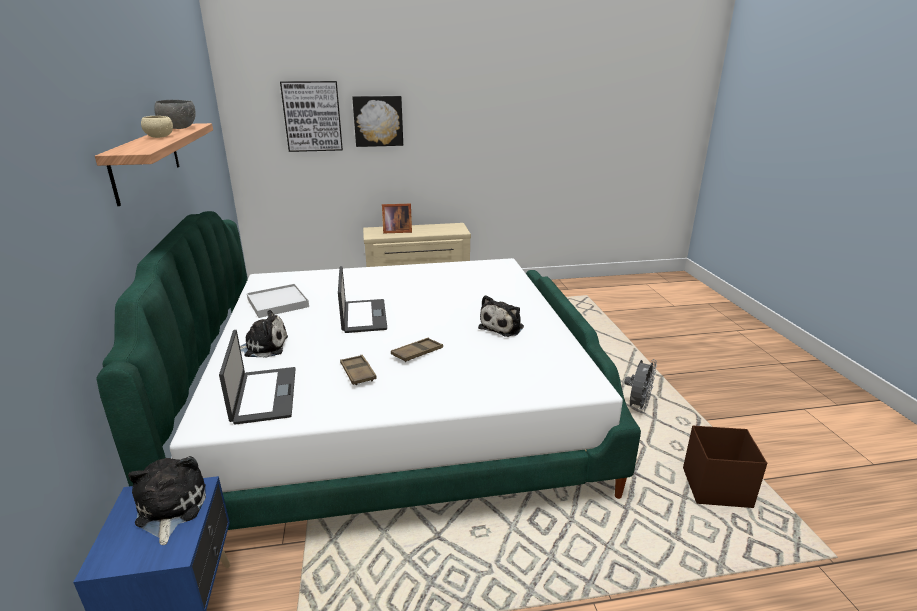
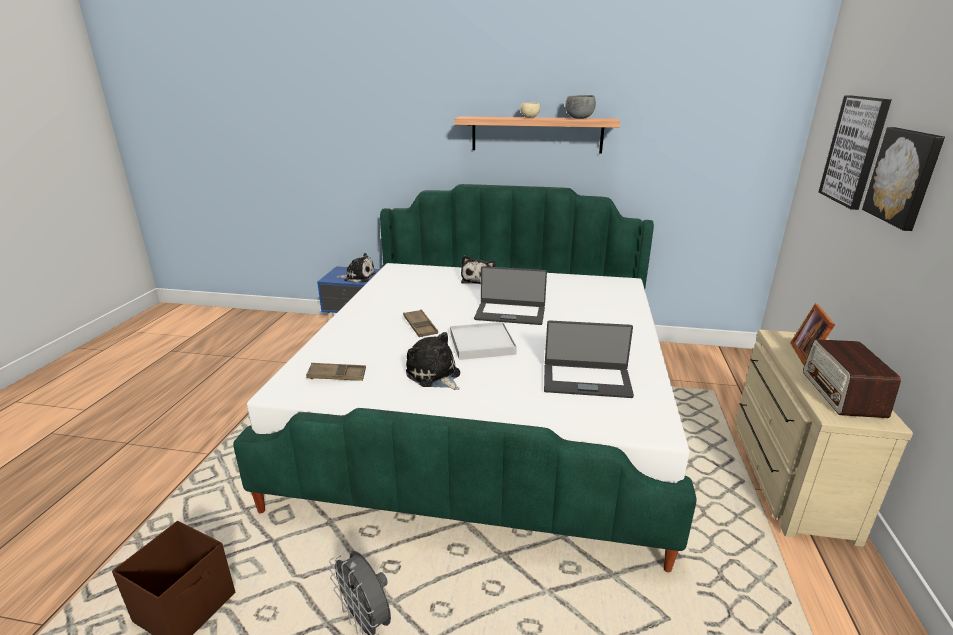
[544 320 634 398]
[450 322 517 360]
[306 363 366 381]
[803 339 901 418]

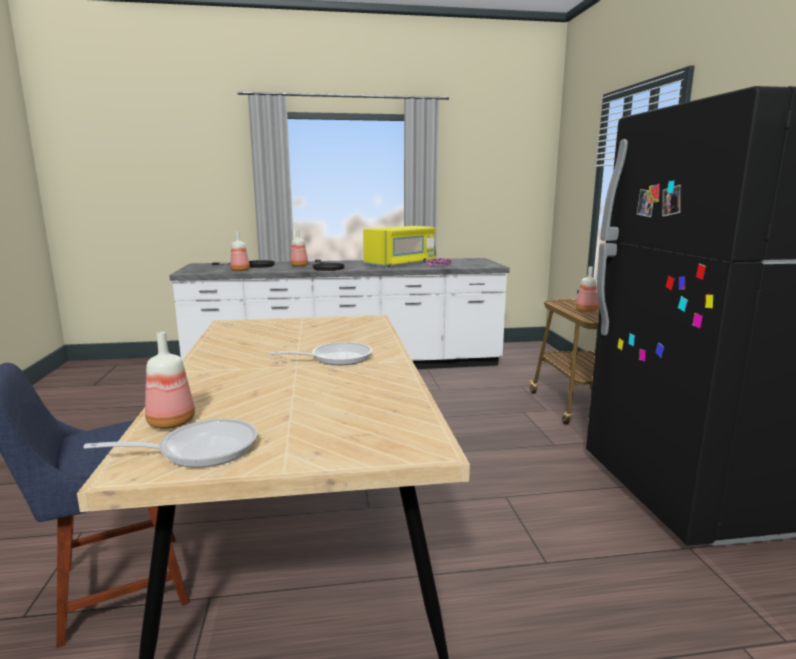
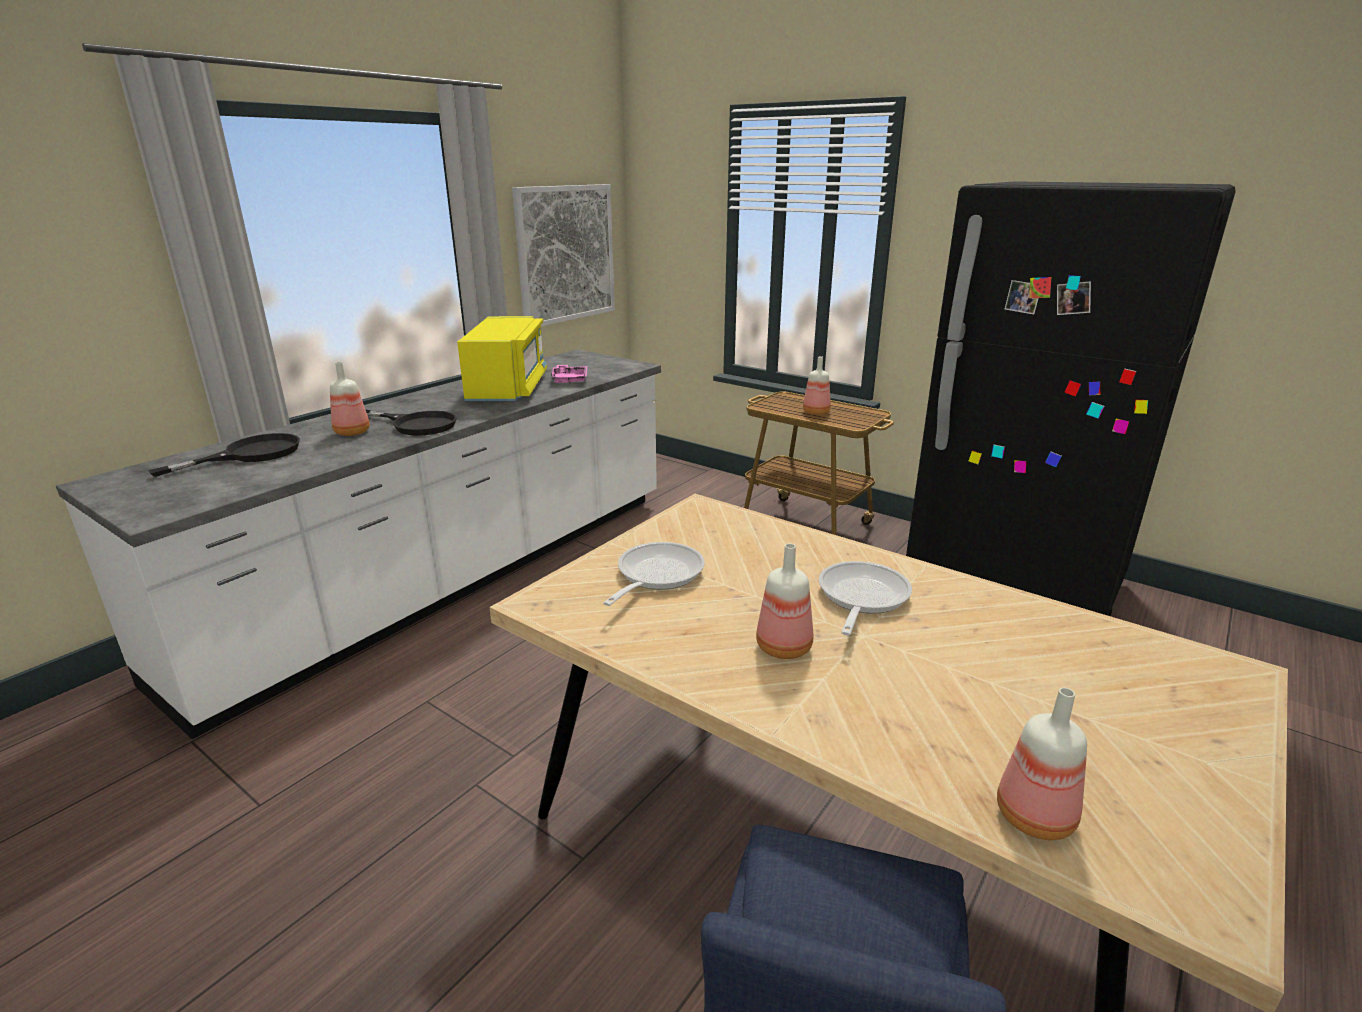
[603 542 705 606]
[756 543 813 659]
[512 184 615 326]

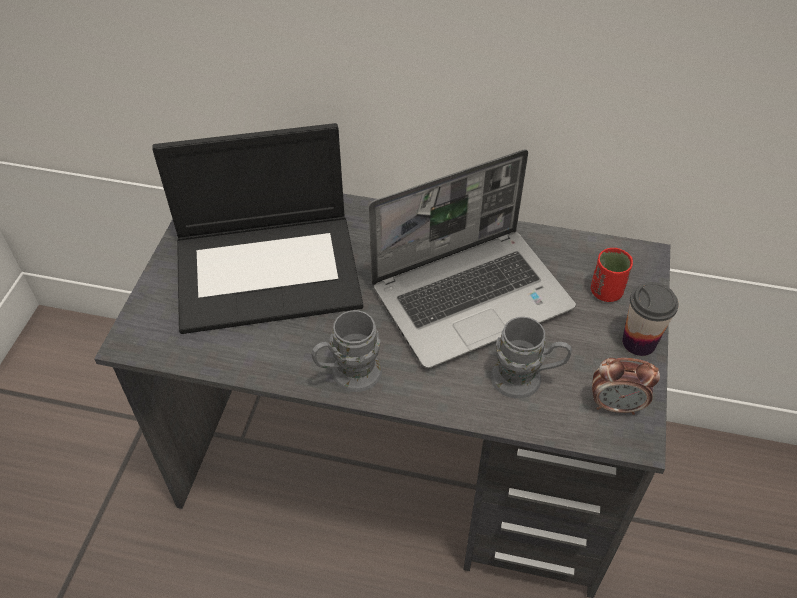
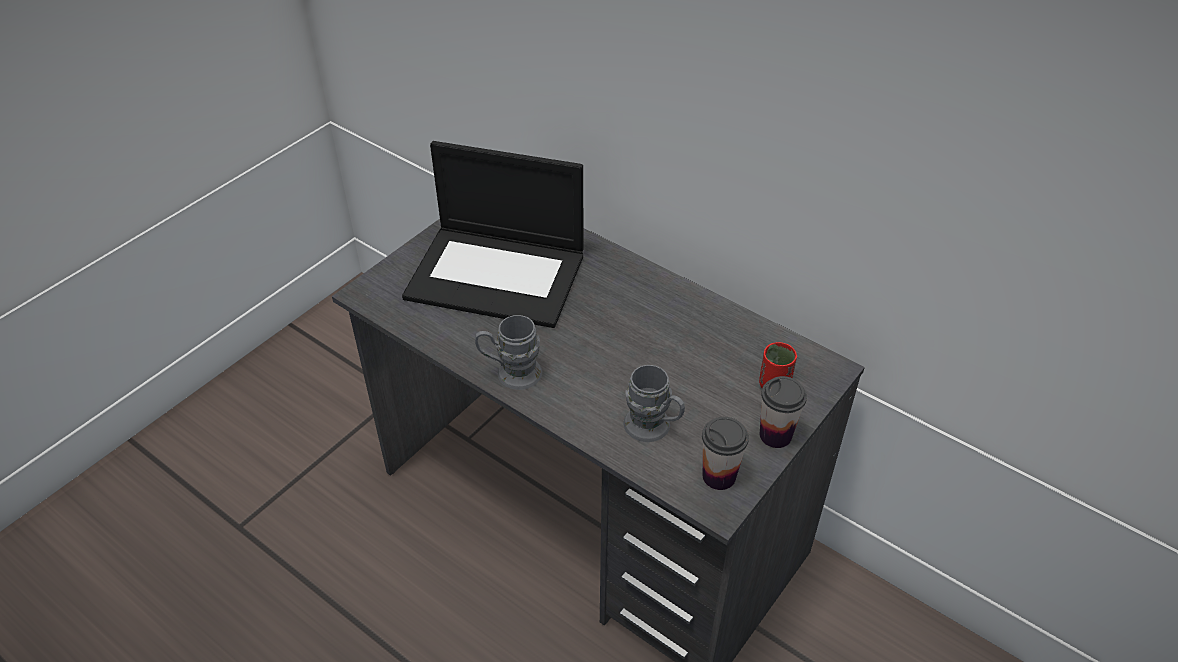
[369 149 576 368] (first image)
[702 417 749 490]

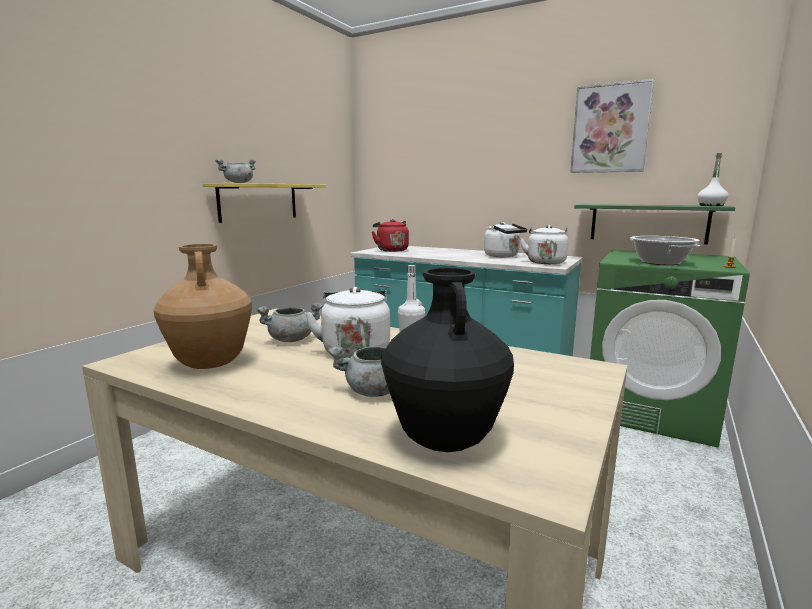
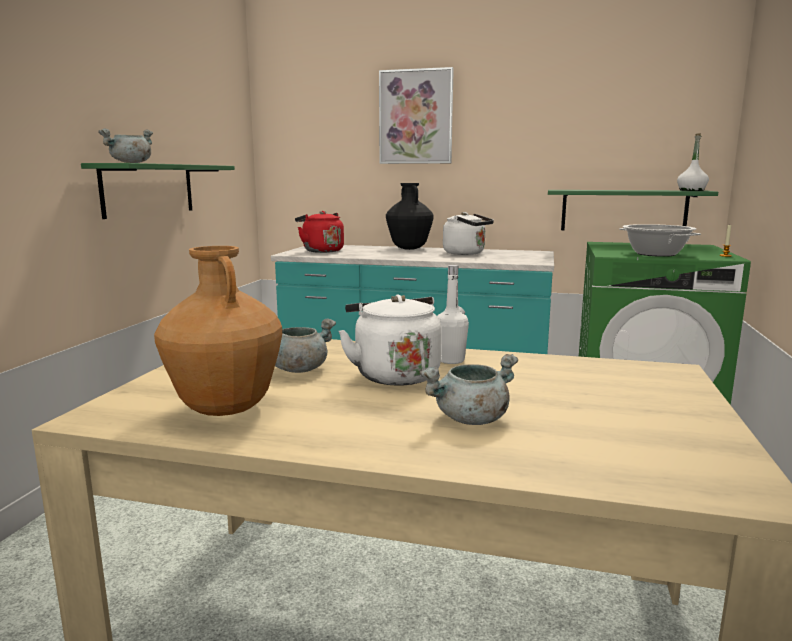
[81 163 235 219]
[386 183 434 250]
[520 225 568 264] (first image)
[379 67 454 164]

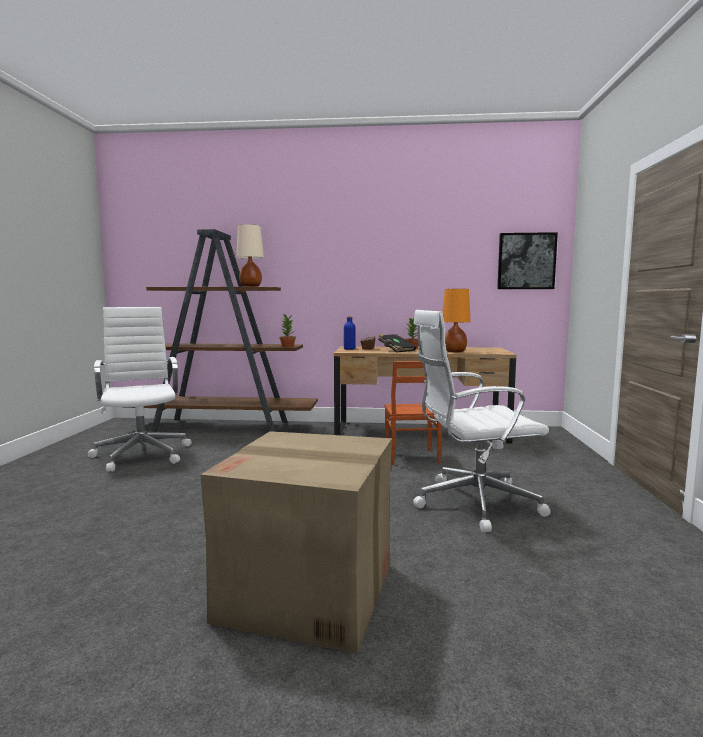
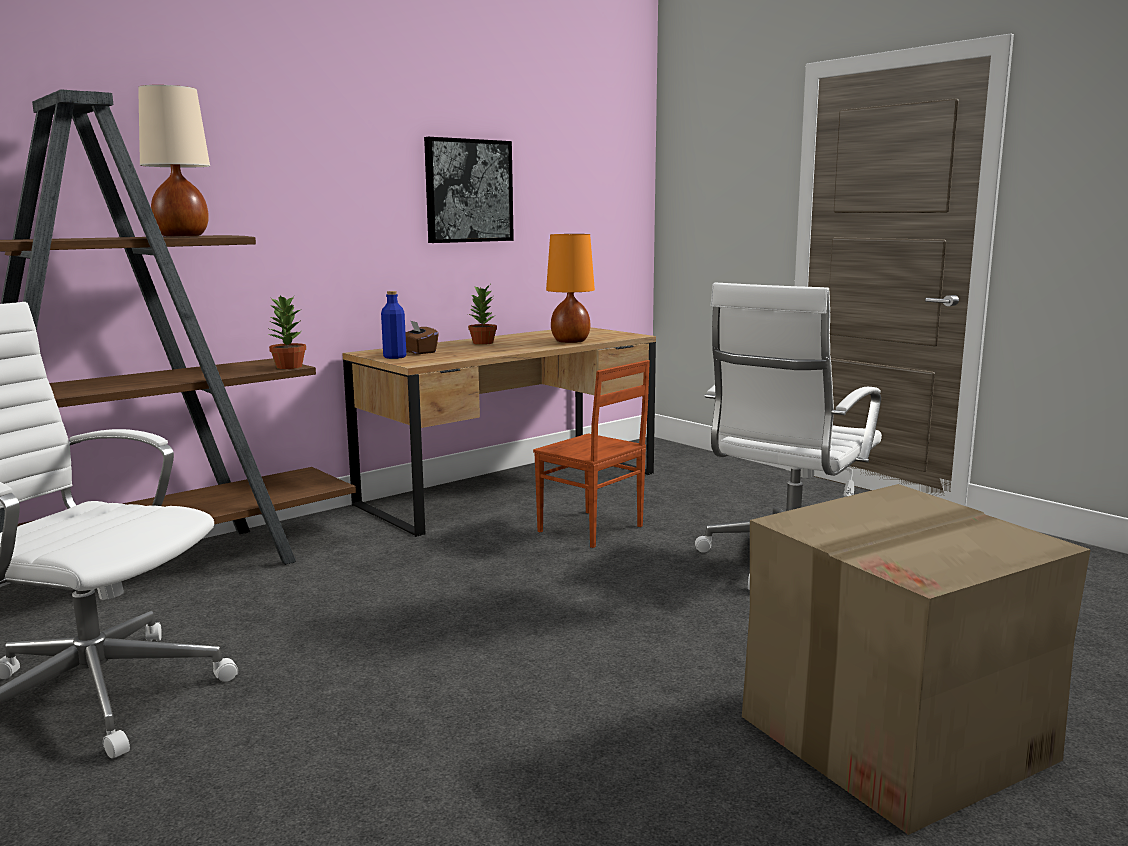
[378 334 416 353] (first image)
[424 137 514 243]

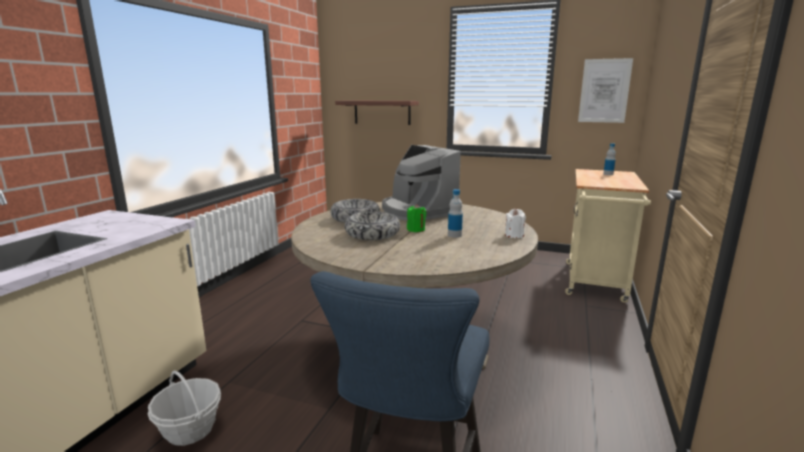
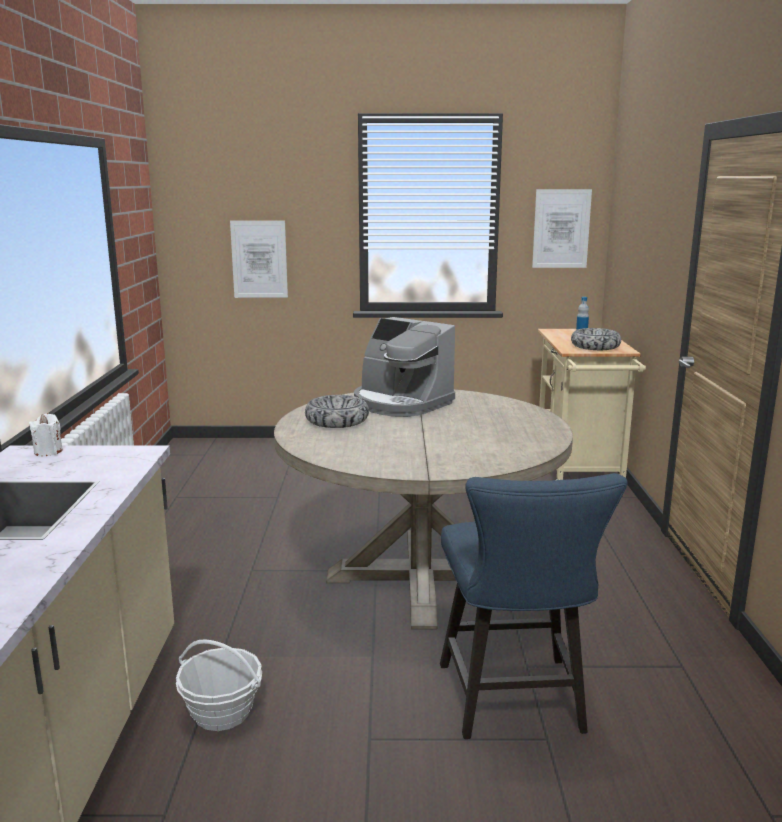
[230 221 288 298]
[571 328 621 350]
[407 204 426 232] (first image)
[448 189 463 238] (first image)
[29 414 63 456]

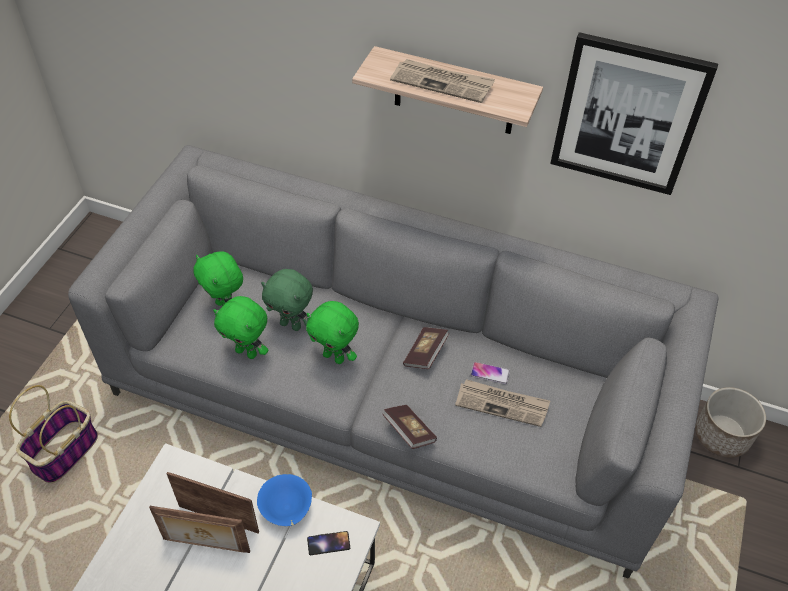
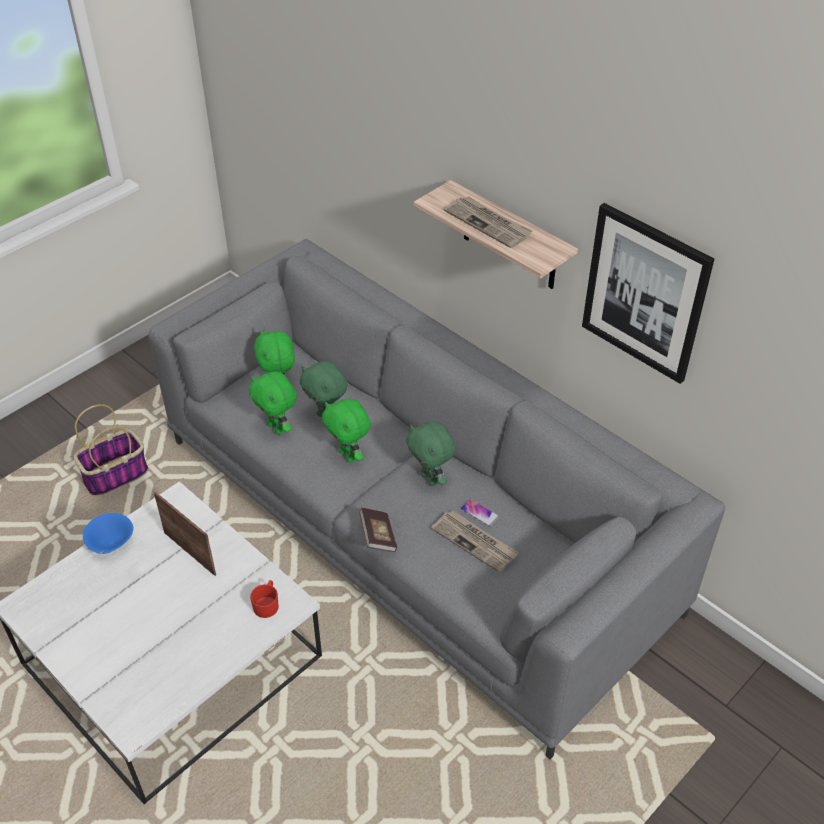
[149 506 250 553] (first image)
[83 513 133 554]
[250 580 279 618]
[406 421 456 486]
[695 387 766 458] (first image)

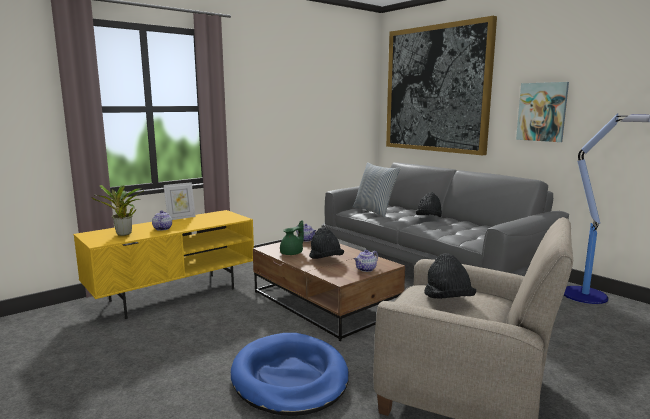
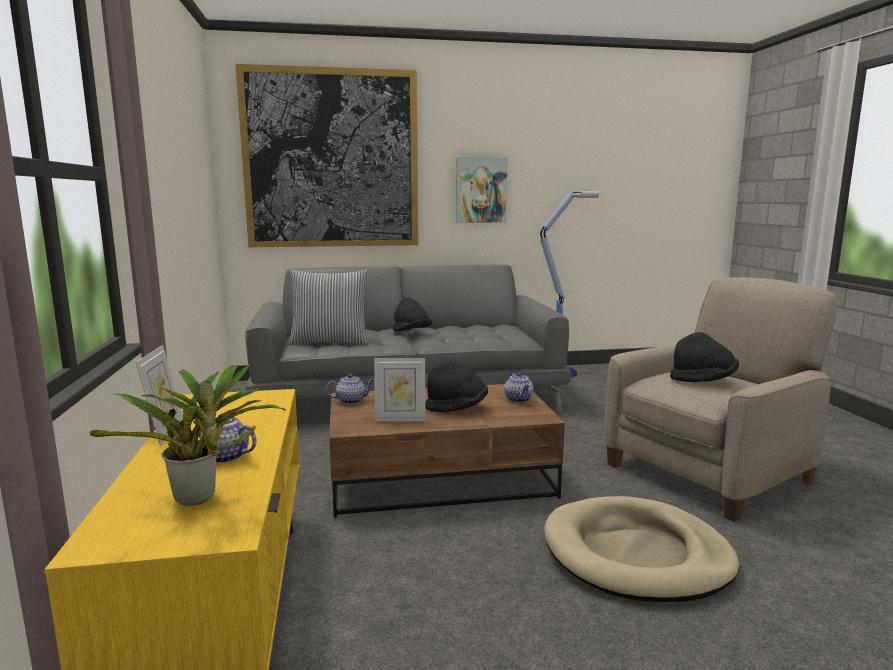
[544 496 739 602]
[374 358 425 422]

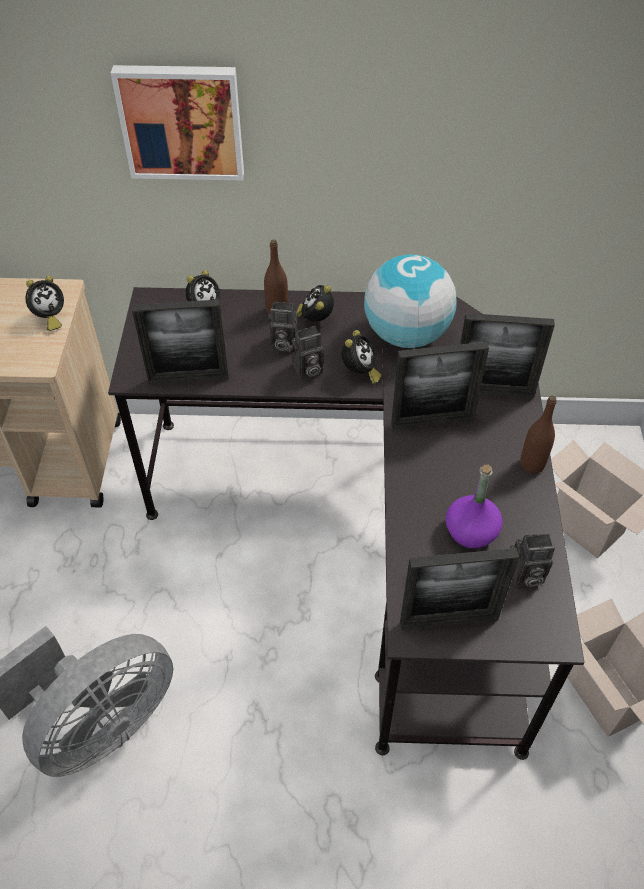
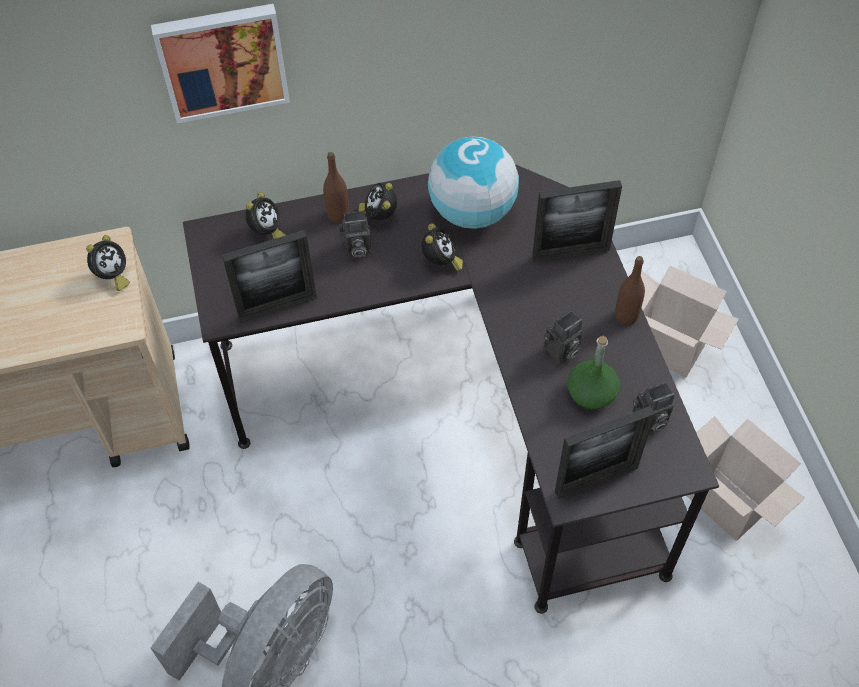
[544 311 583 364]
[391 342 489 430] (first image)
[567 336 620 410]

